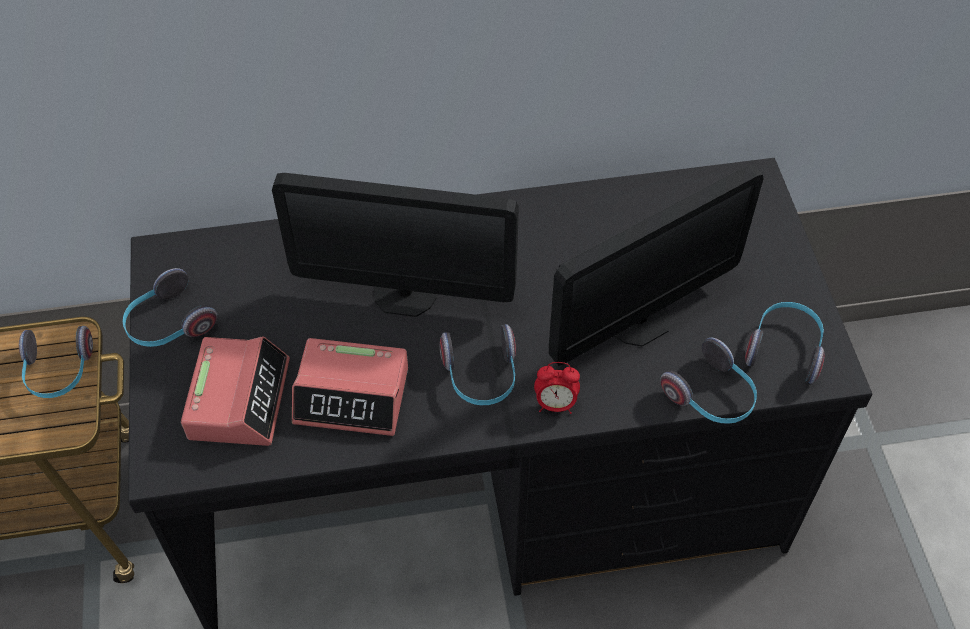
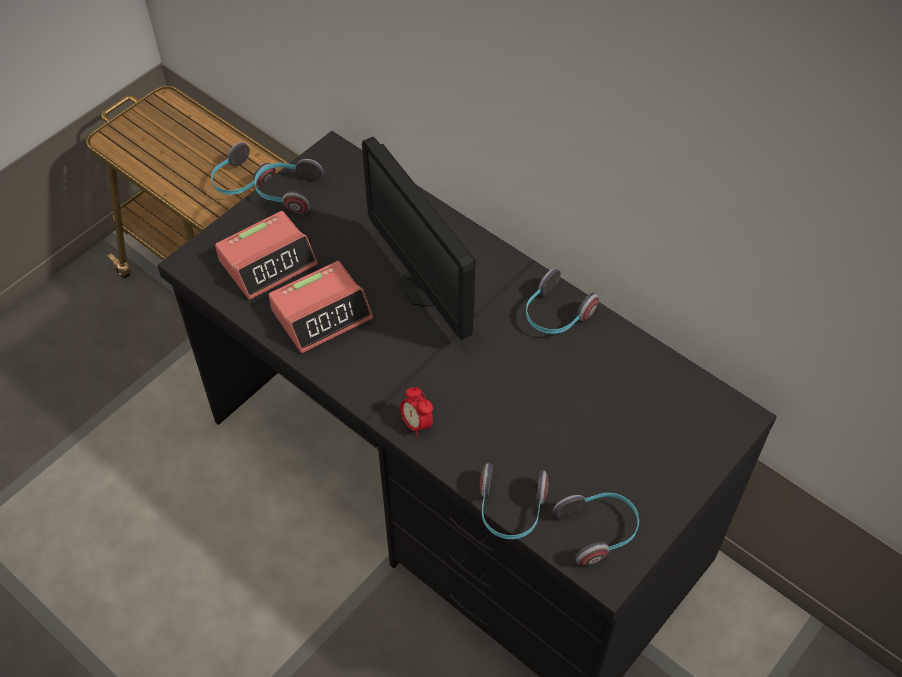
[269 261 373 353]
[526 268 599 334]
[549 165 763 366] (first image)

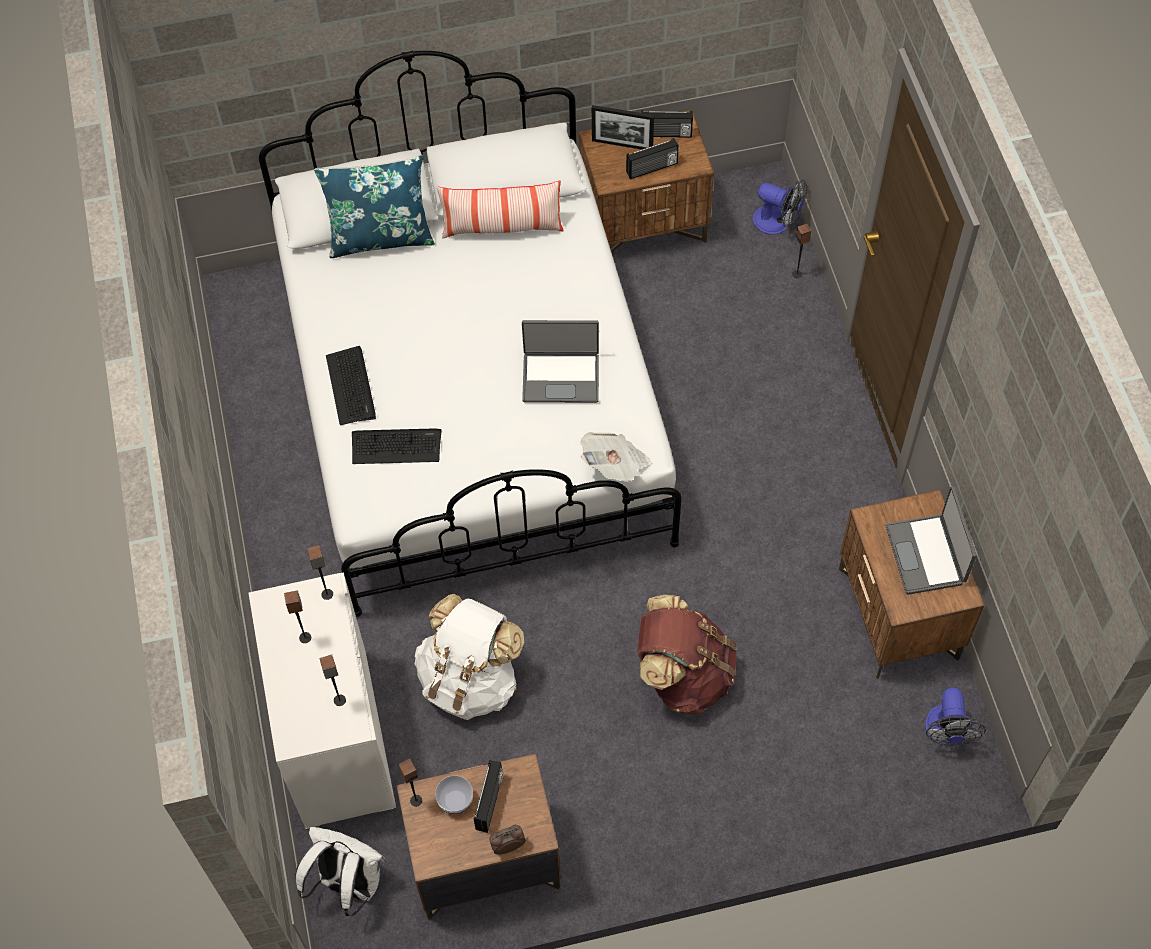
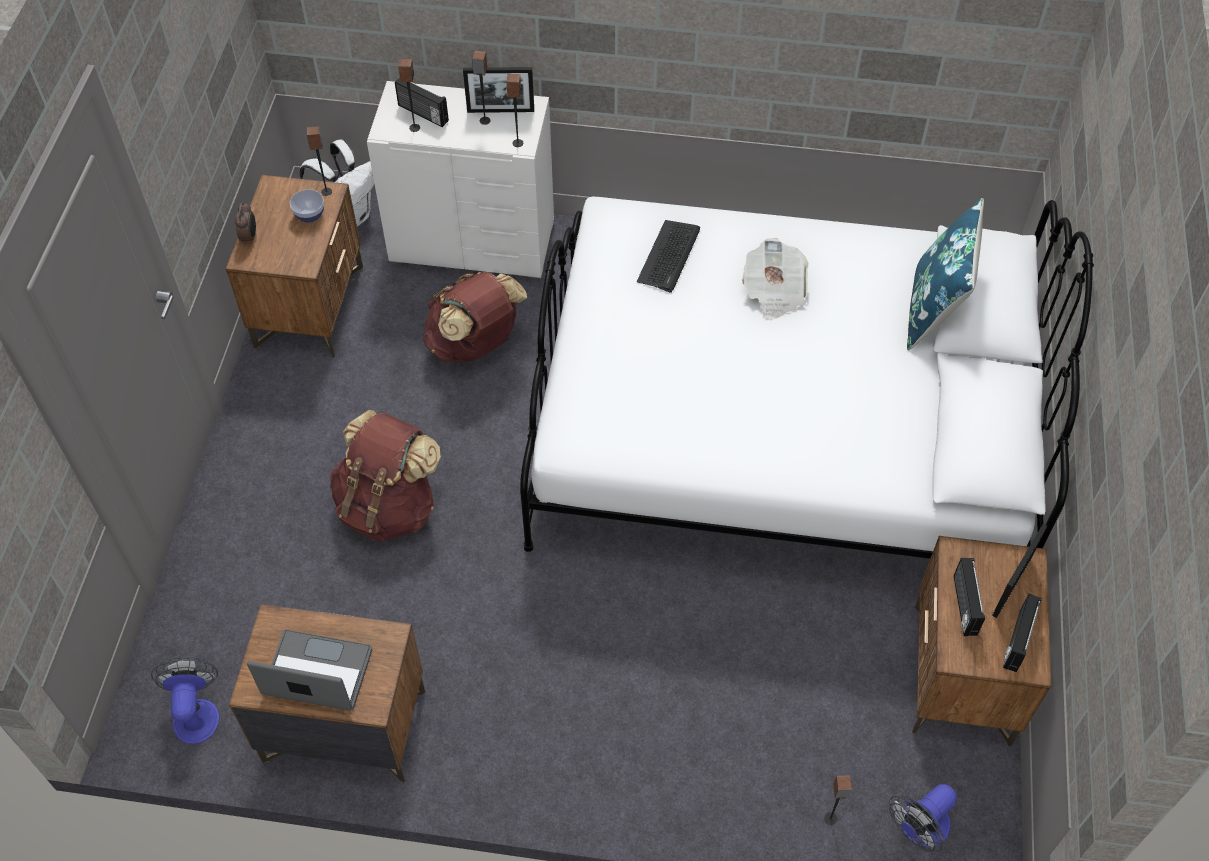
[326 346 376 425] (first image)
[423 272 527 362]
[437 181 564 239] (first image)
[395 78 449 127]
[522 320 599 403] (first image)
[742 238 808 320]
[151 657 220 744]
[463 67 534 113]

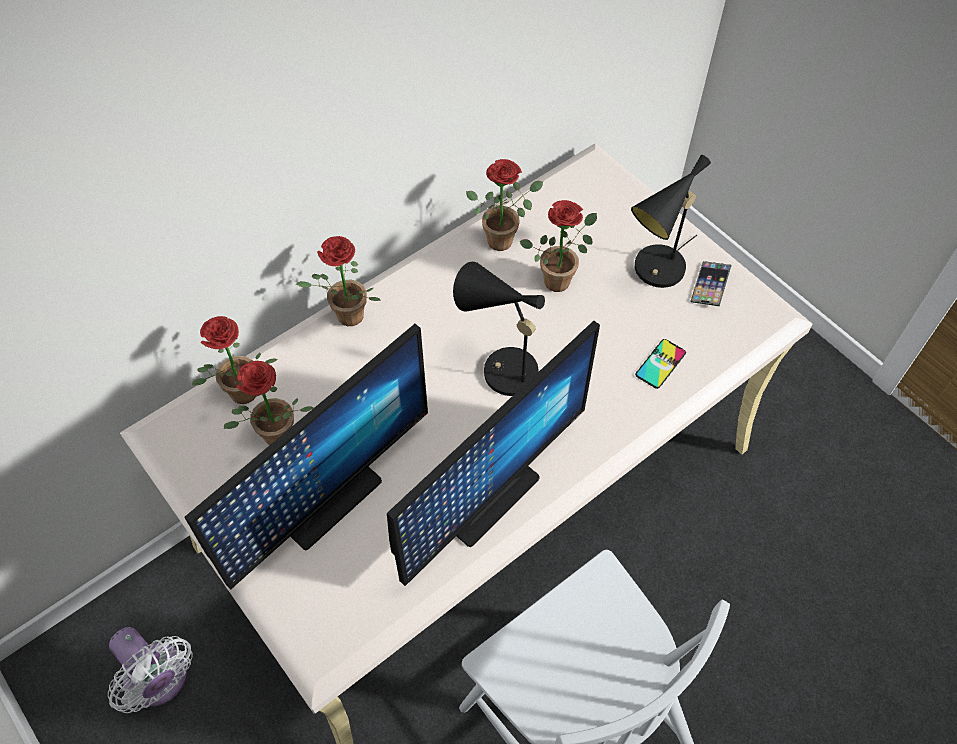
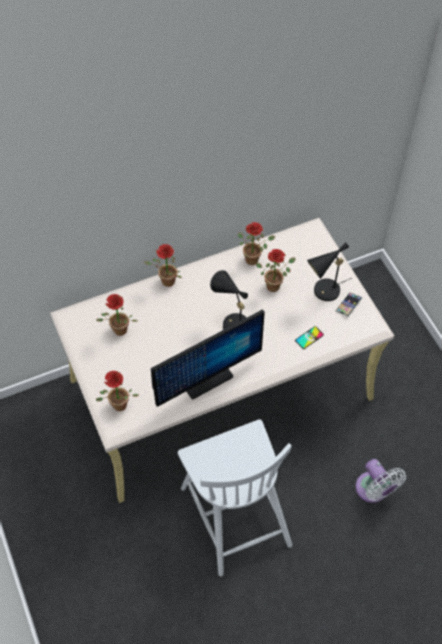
[356 459 406 503]
[184 324 428 589] (first image)
[96 371 139 411]

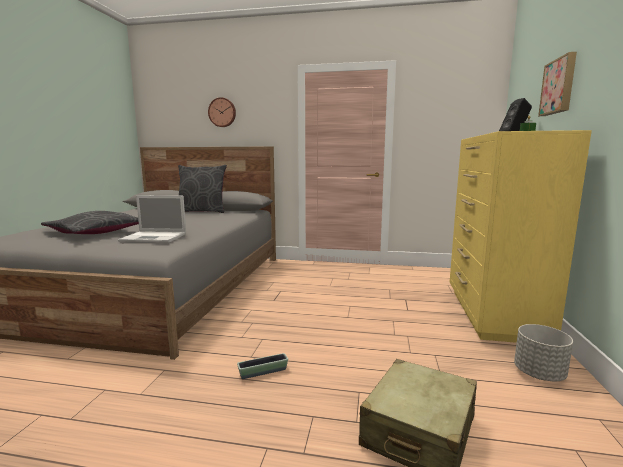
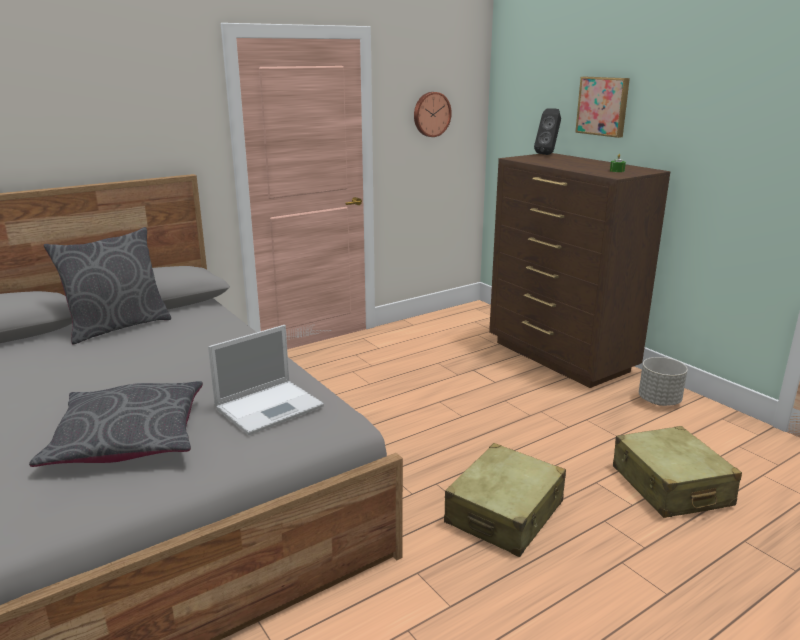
[414 92 452 137]
[444 443 566 557]
[489 153 670 388]

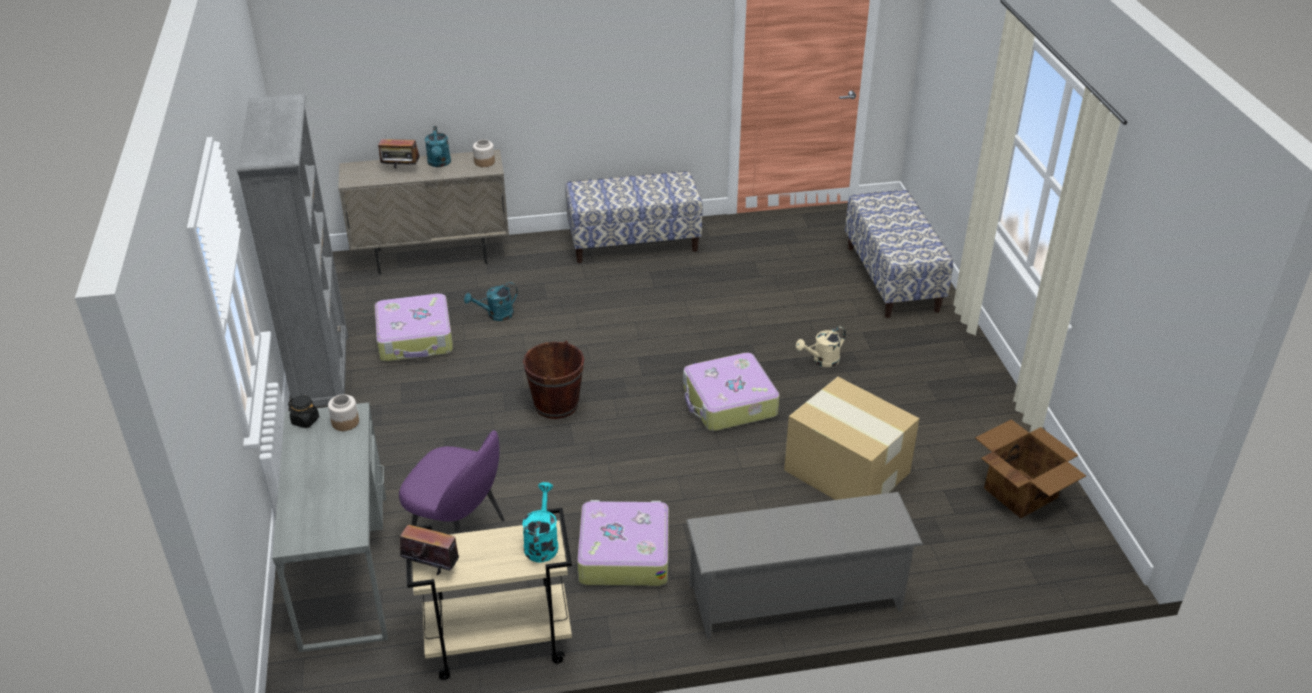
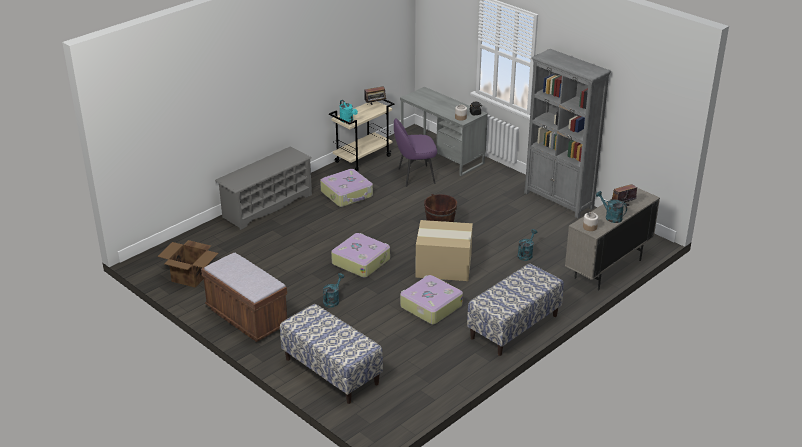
[400 275 463 324]
[415 220 473 281]
[323 273 345 308]
[201 253 287 342]

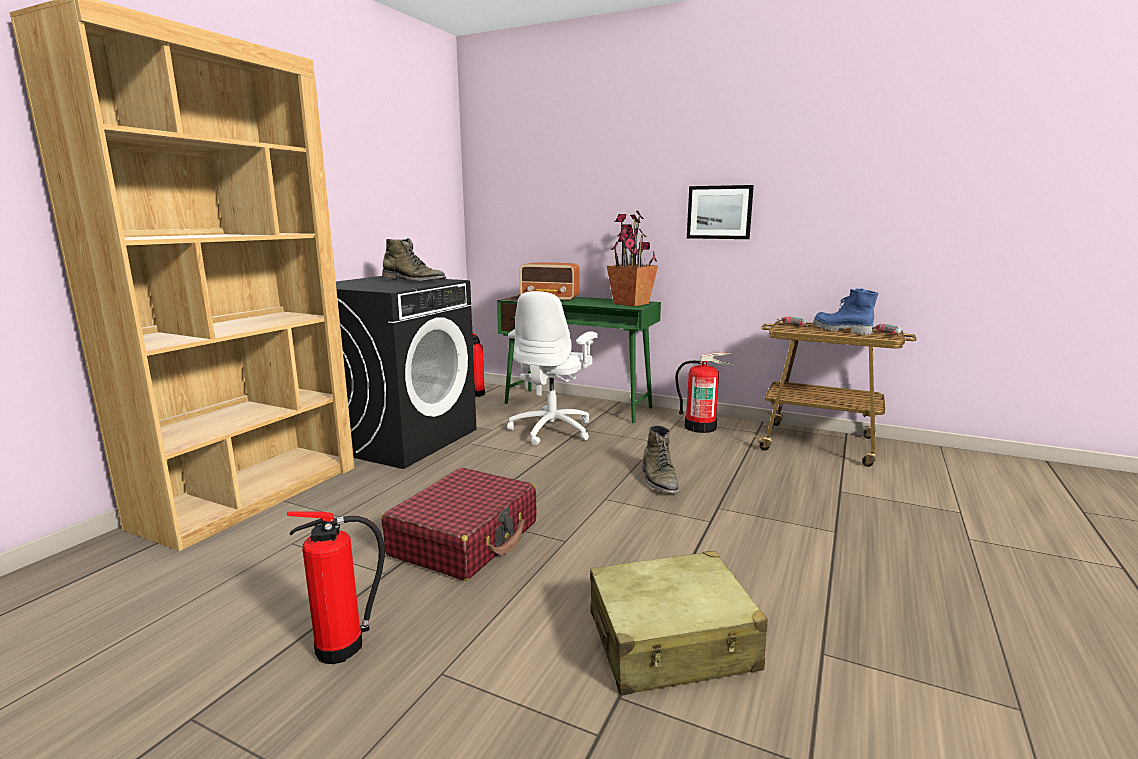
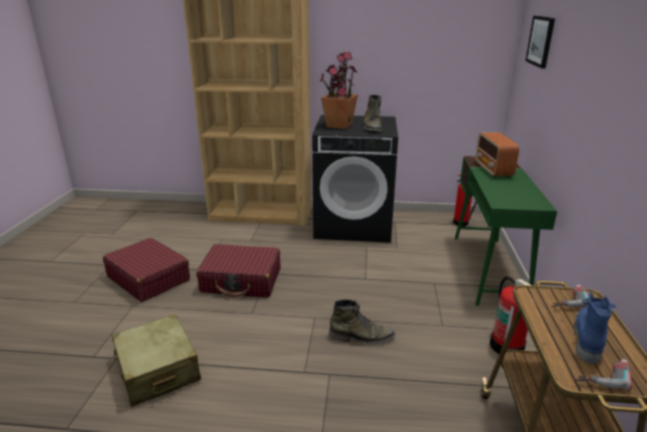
[103 238 190 302]
[507 291 598 445] (first image)
[320 52 358 129]
[329 299 395 344]
[525 16 555 69]

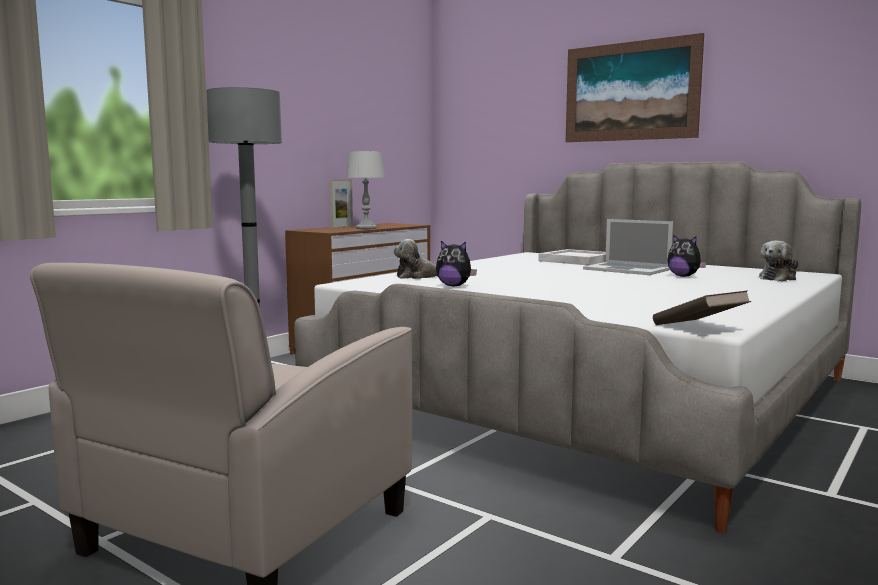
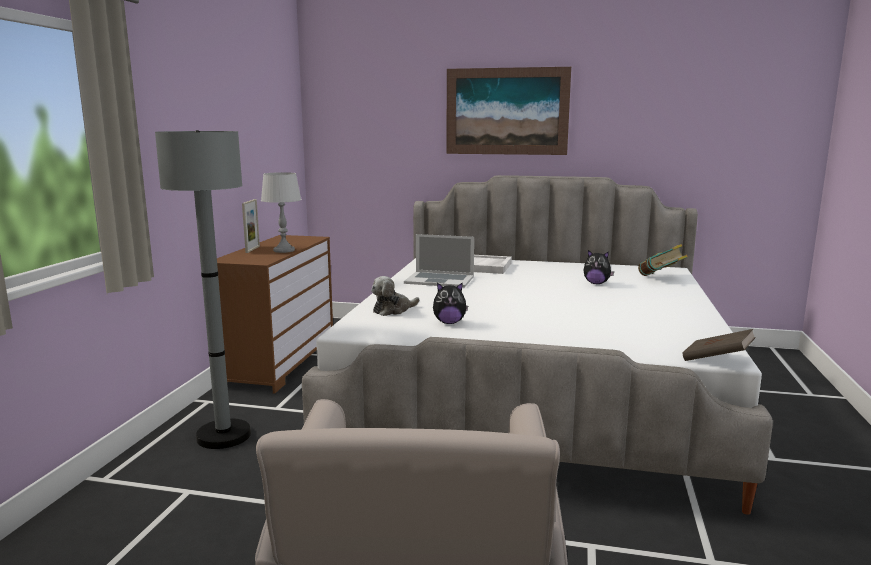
[404 234 474 288]
[638 244 688 276]

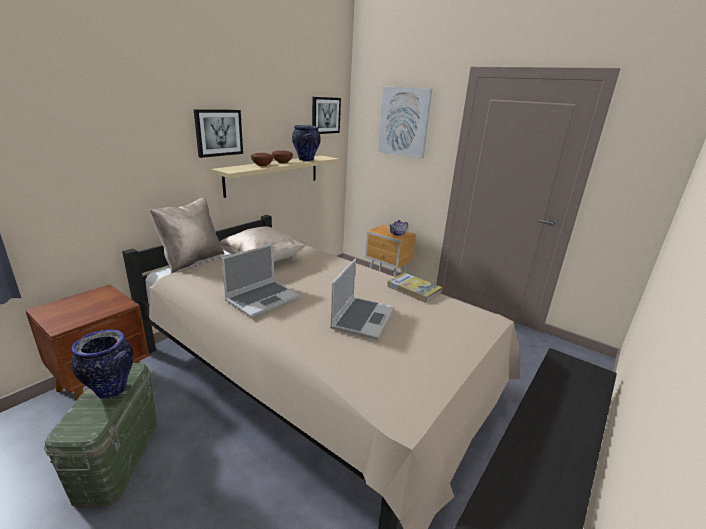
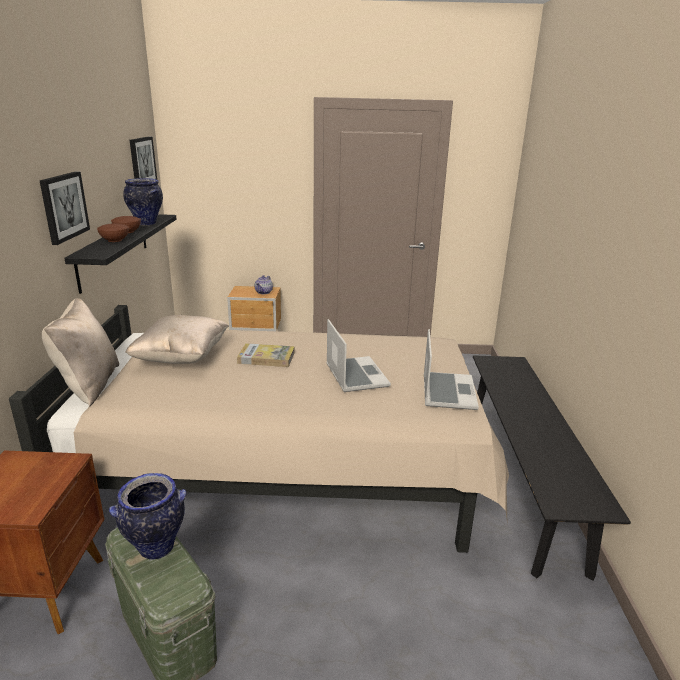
[64 214 177 294]
[424 329 479 410]
[378 87 432 159] (first image)
[237 343 295 367]

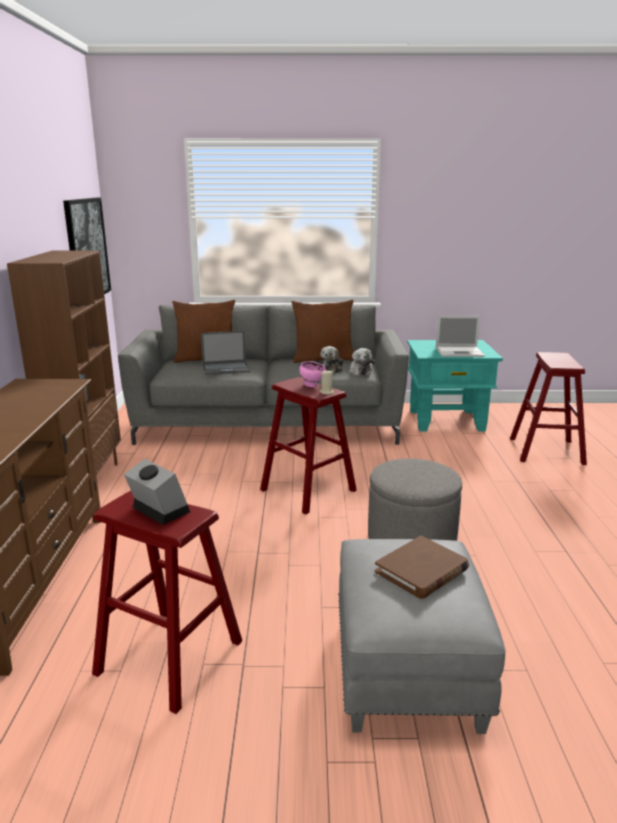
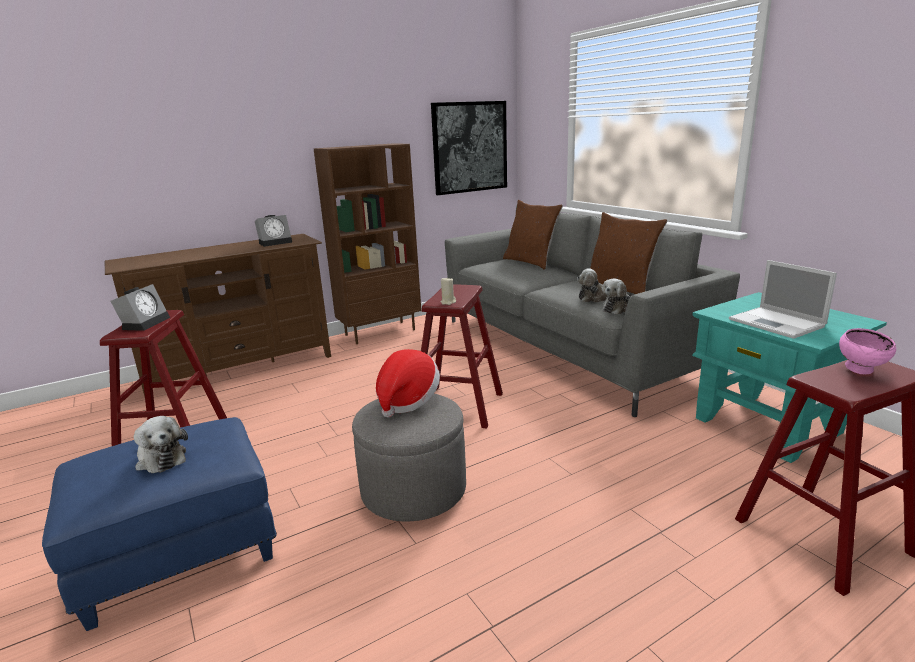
[201 331 250 375] (first image)
[839 328 896 374]
[42 417 277 631]
[134 416 188 473]
[255 215 292 247]
[376 349 440 418]

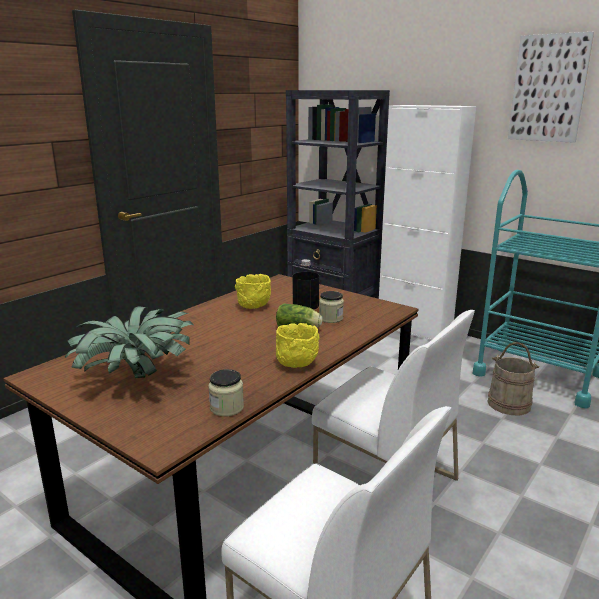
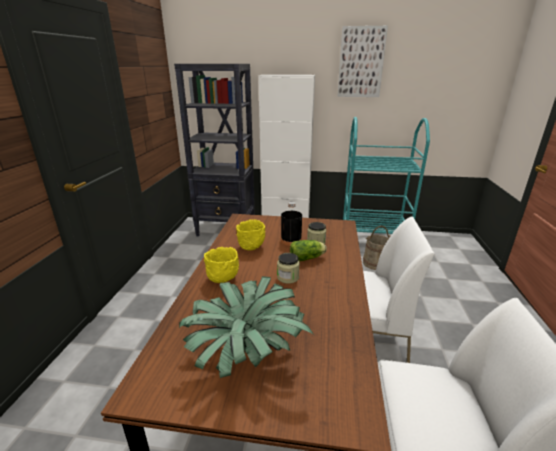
[277 253 300 284]
[204 247 239 283]

